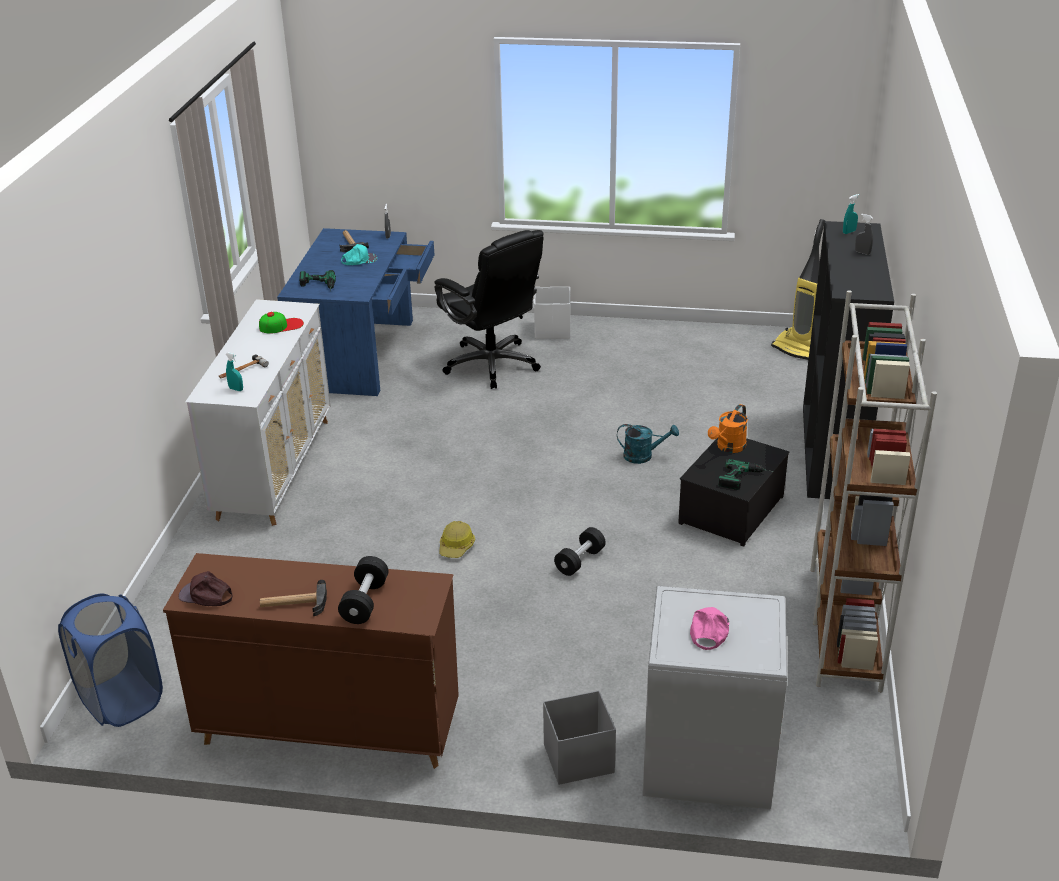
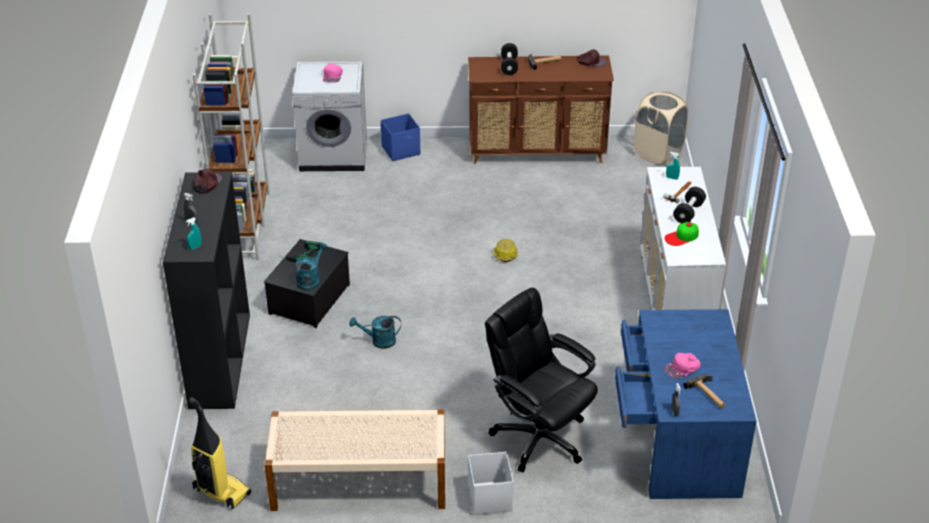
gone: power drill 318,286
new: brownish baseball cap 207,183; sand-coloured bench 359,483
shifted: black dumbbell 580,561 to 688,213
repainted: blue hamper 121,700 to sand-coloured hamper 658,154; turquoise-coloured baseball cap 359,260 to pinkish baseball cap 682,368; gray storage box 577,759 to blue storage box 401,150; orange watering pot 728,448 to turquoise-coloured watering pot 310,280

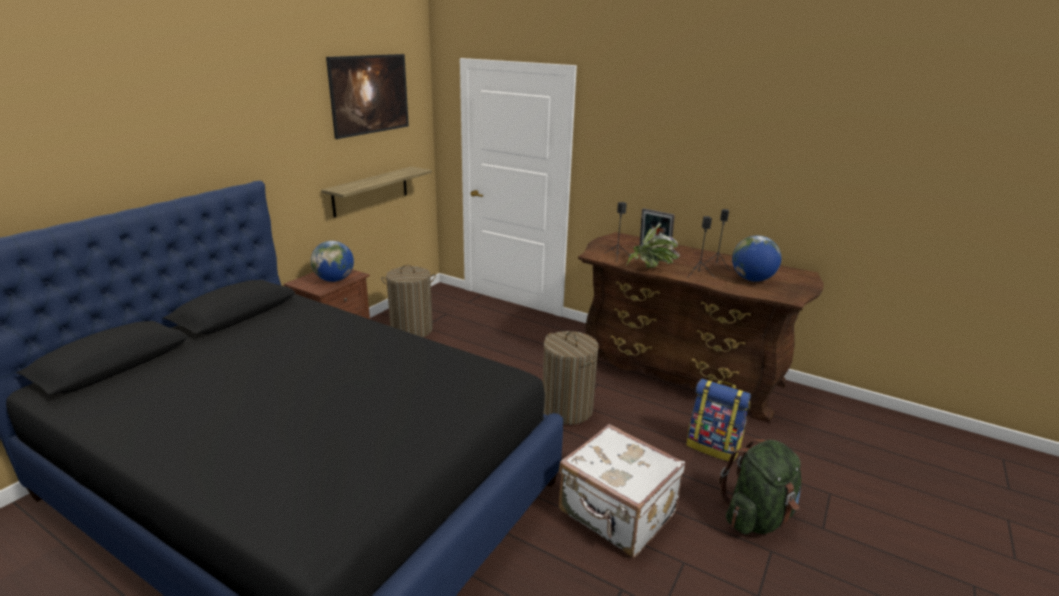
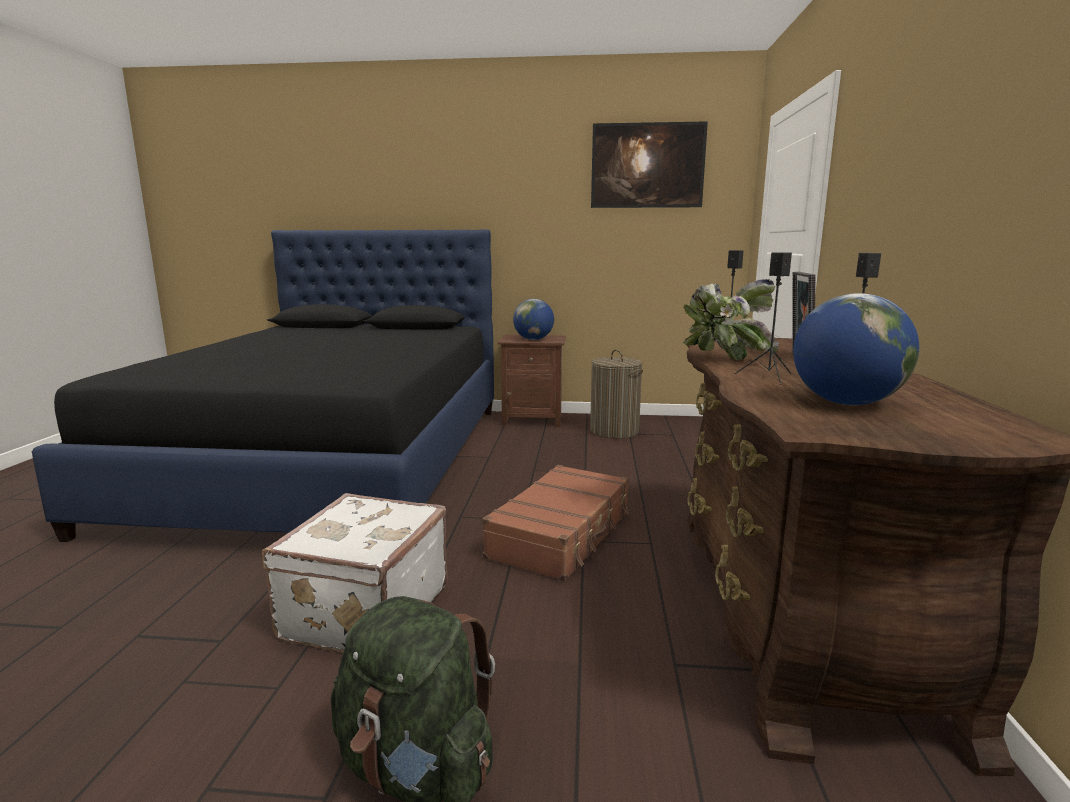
gone: wall shelf 371,191; knapsack 713,446
swapped: hamper 566,409 to brownish suitcase 562,535

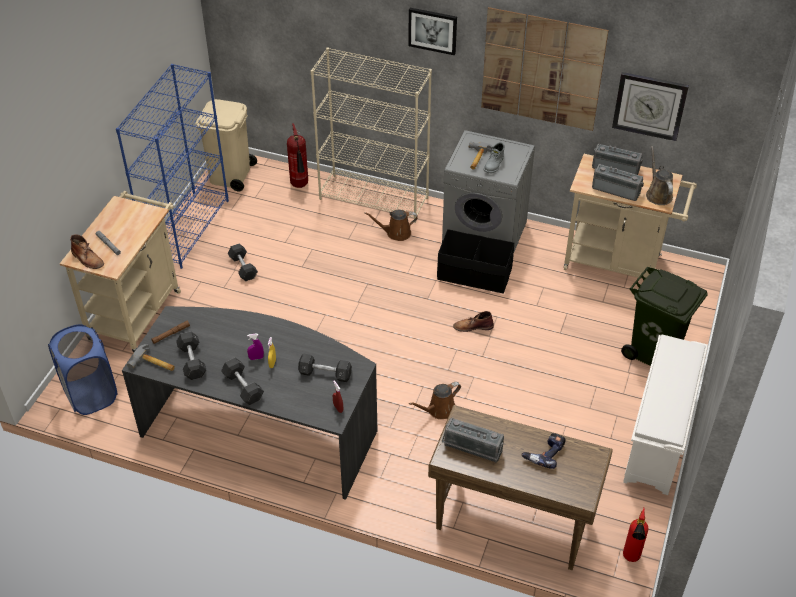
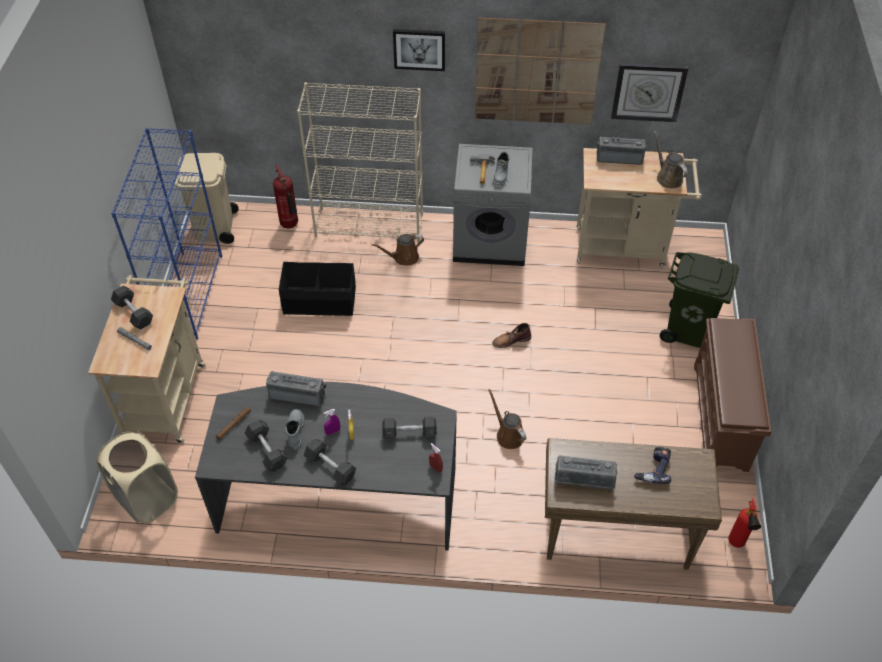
gone: brownish tall boot 87,259; tool hammer 153,365
new: gray tall boot 295,431
shifted: gray dumbbell 243,267 to 134,313; black storage box 474,274 to 319,301; radio 616,189 to 298,394
repainted: blue hamper 90,394 to sand-coloured hamper 147,498; white-coloured shoe rack 658,439 to brownish shoe rack 721,417
rotated: brownish watering pot 439,410 = 508,435 105 degrees clockwise

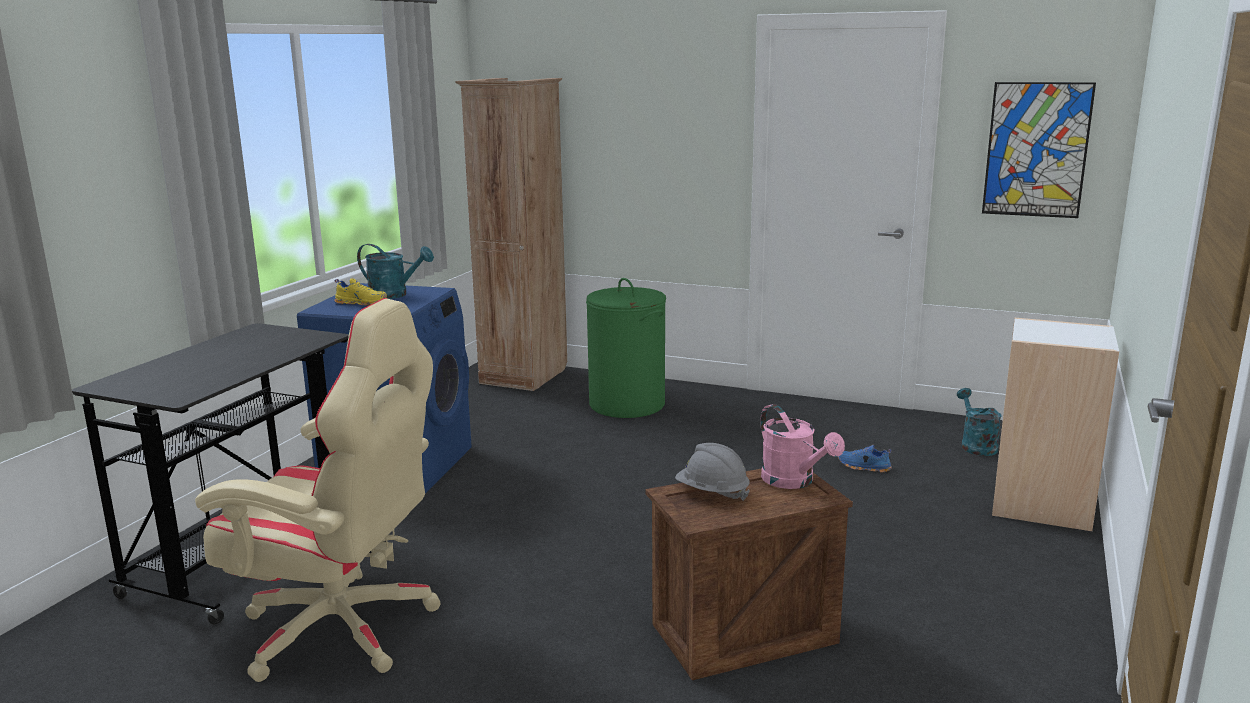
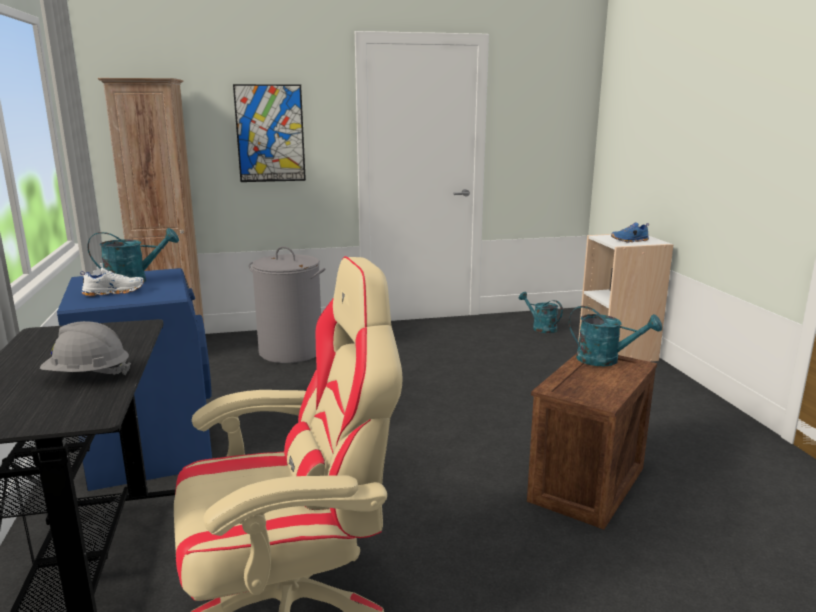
shifted: gray work helmet 712,493 to 88,375; blue item of footwear 863,467 to 630,241; picture 1036,150 to 270,133
repainted: yellowish item of footwear 362,303 to white-coloured item of footwear 114,292; green hamper 627,404 to gray hamper 291,351; pinkish watering pot 794,481 to turquoise-coloured watering pot 605,360

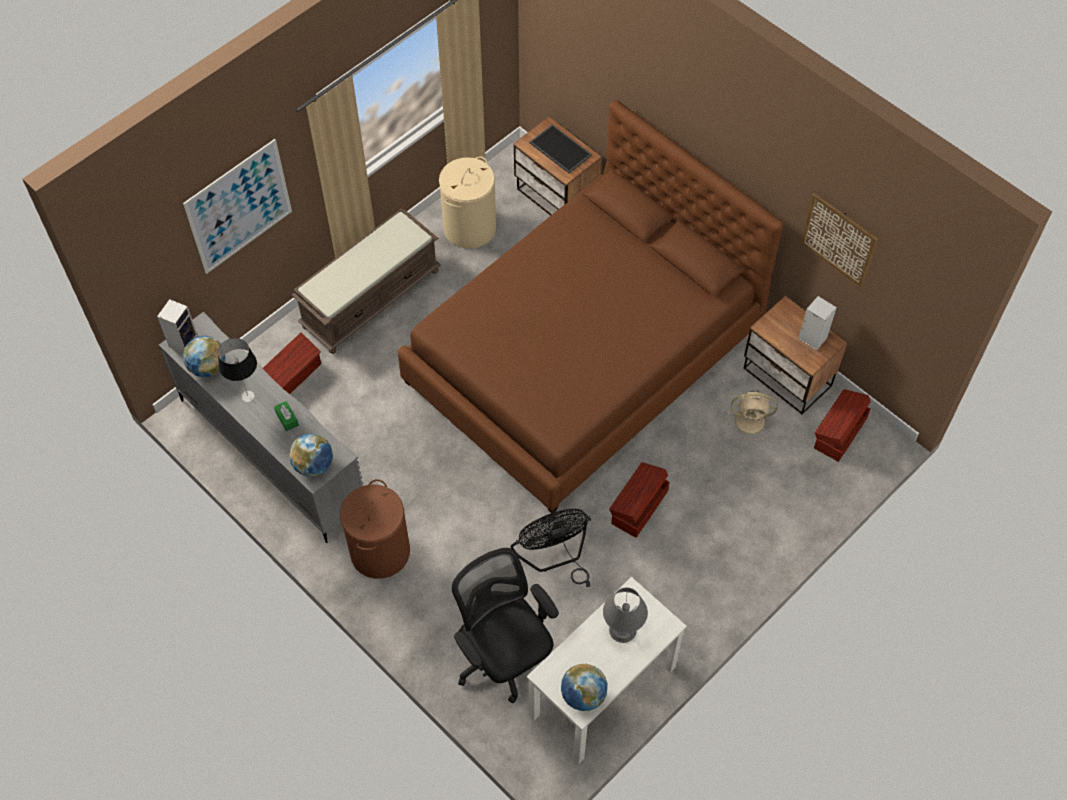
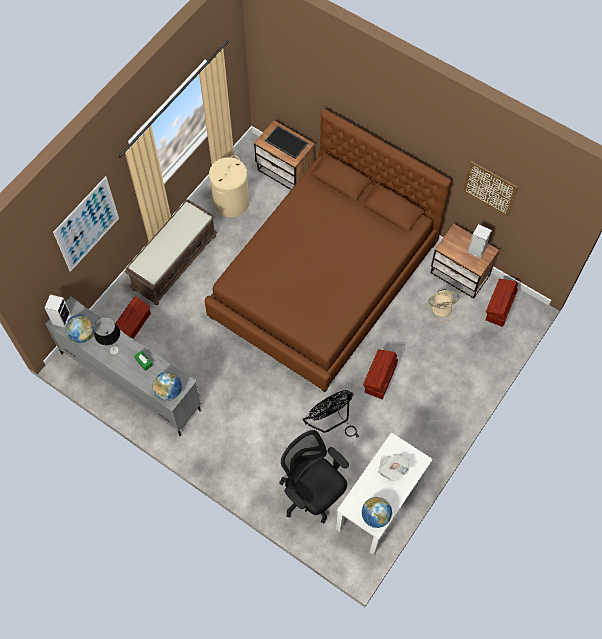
gone: brownish hamper 379,551
swapped: gray lamp for a table 622,629 to daily paper 392,468

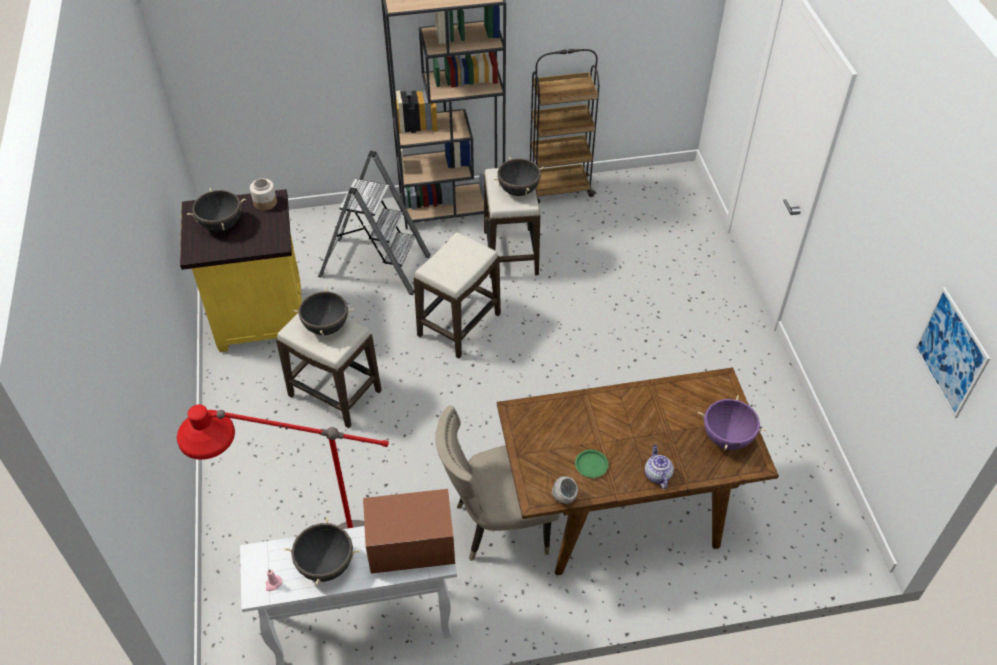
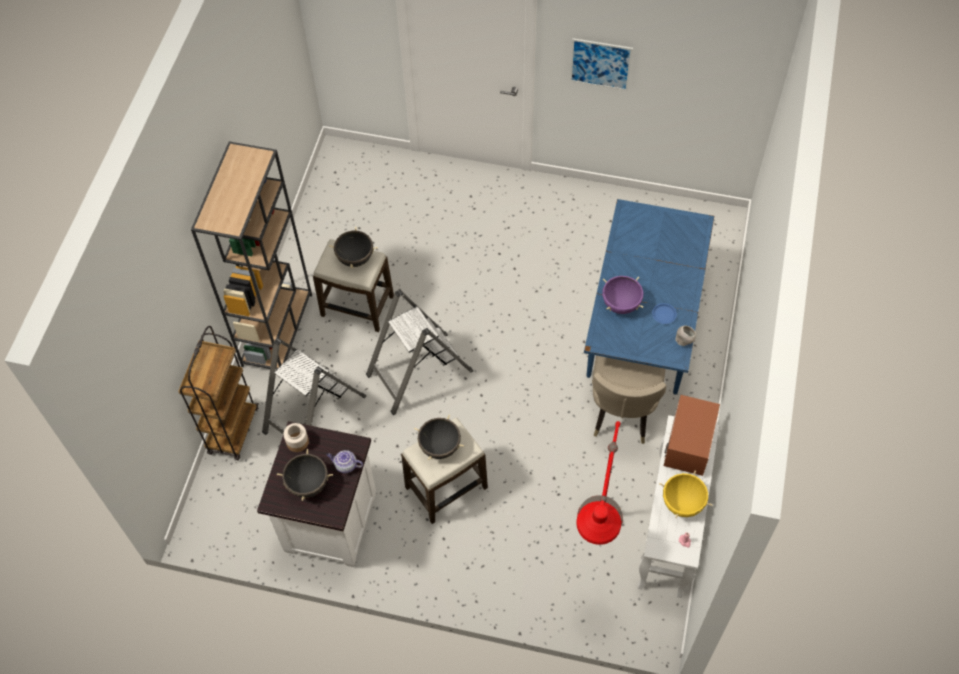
shifted: brownish wheeled cart 559,190 to 233,431; teapot 657,474 to 345,465; purple saucepot 727,438 to 621,304; picture 951,352 to 600,64
swapped: stool seat 459,325 to gray stepladder 418,373
repainted: yellowish cupboard 258,319 to white-coloured cupboard 329,526; black saucepot 326,565 to yellowish saucepot 682,503; brownish kitchen table 621,510 to blue kitchen table 641,333; green plate 591,465 to blue plate 663,314

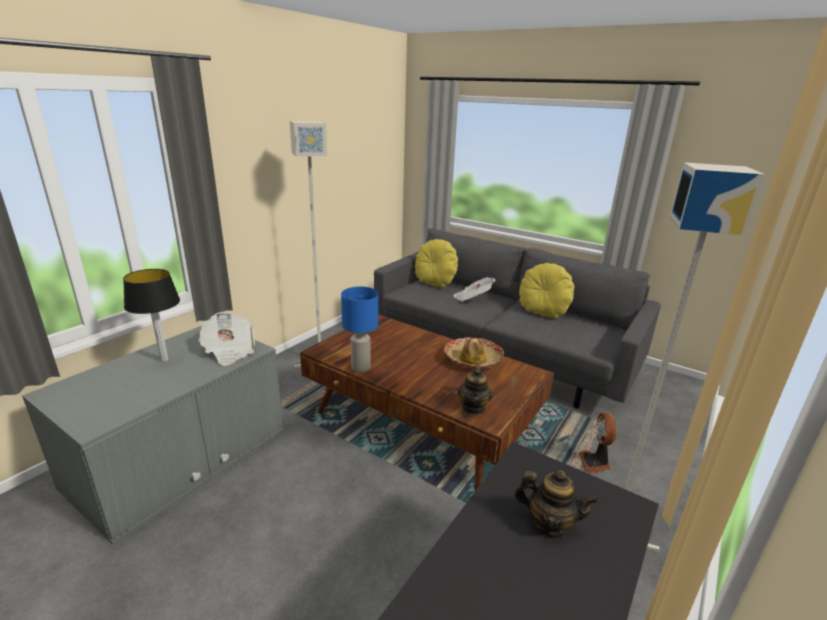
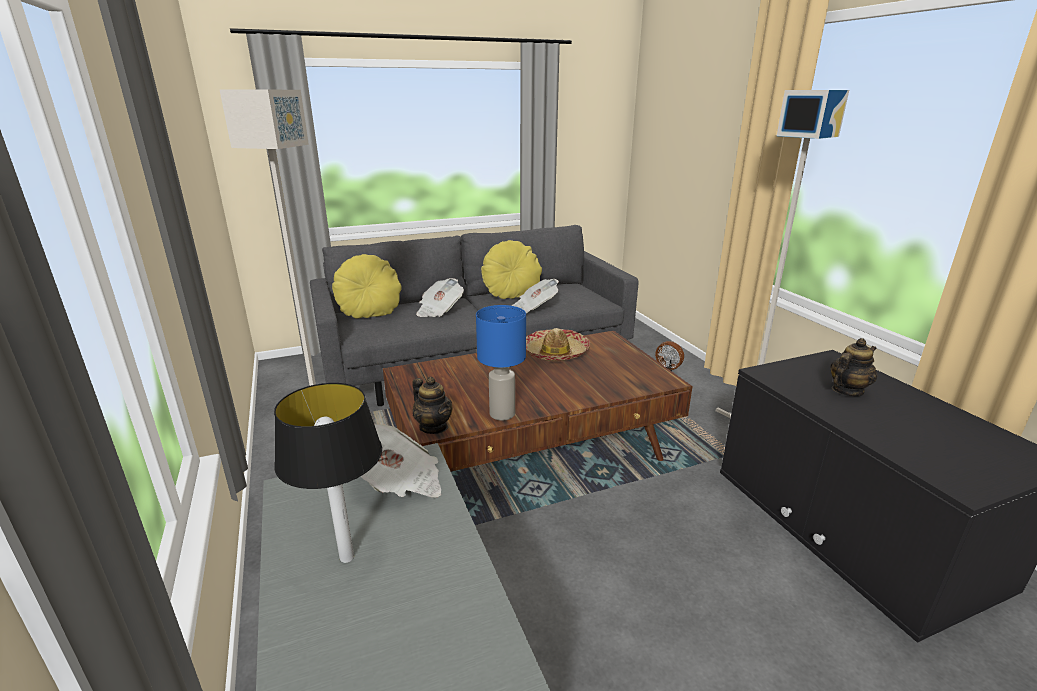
new: daily paper 534,308
shifted: teapot 473,407 to 434,427

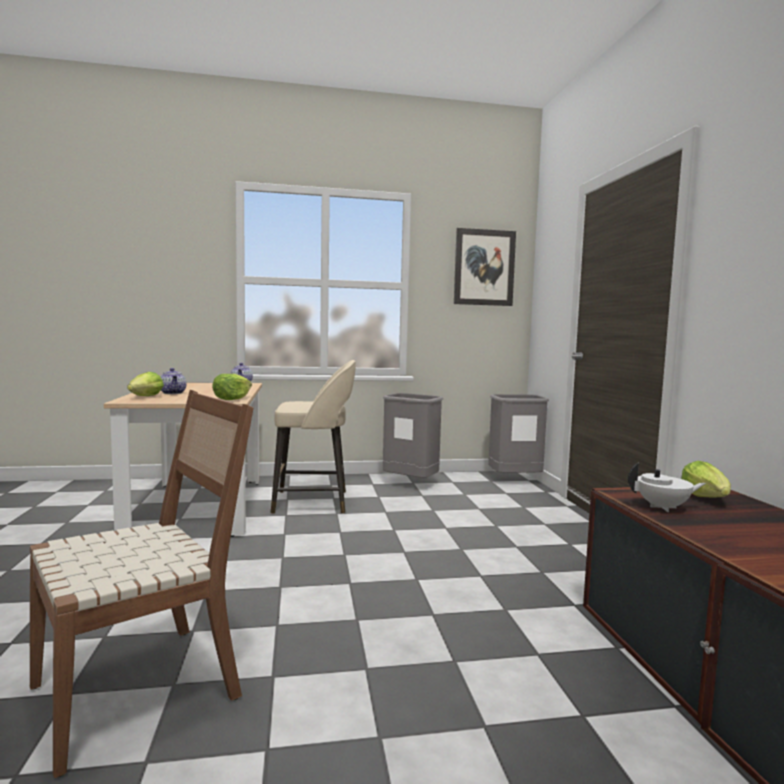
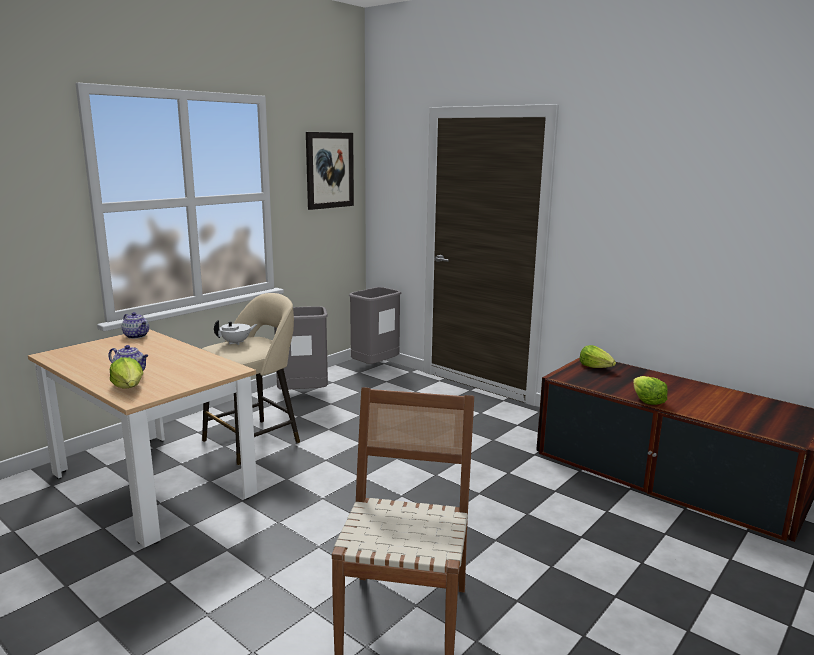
shifted: lettuce 232,399 to 647,401; white-coloured teapot 663,507 to 236,343

